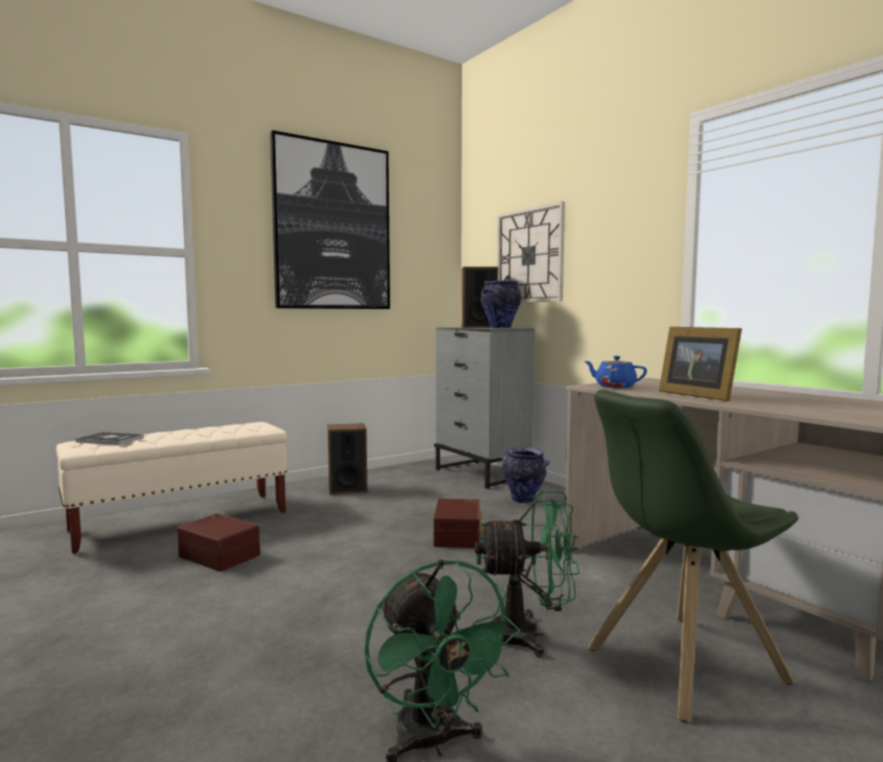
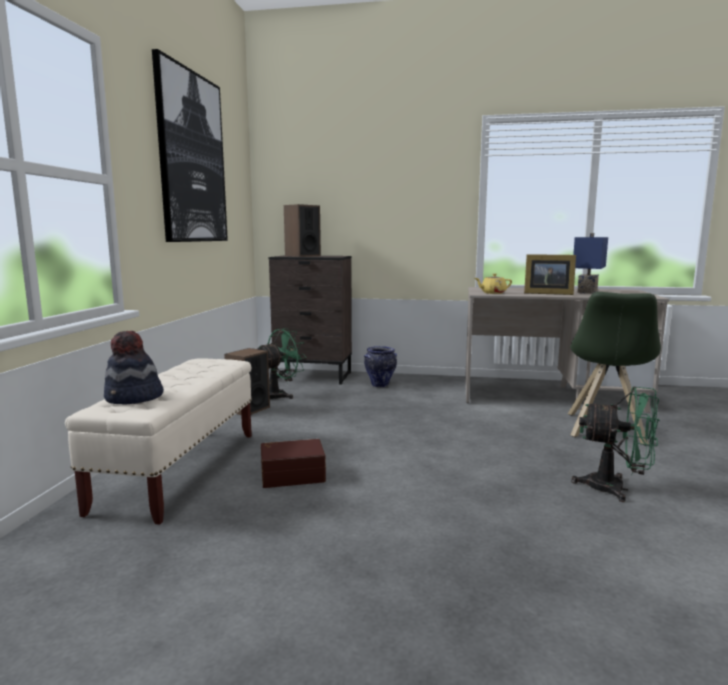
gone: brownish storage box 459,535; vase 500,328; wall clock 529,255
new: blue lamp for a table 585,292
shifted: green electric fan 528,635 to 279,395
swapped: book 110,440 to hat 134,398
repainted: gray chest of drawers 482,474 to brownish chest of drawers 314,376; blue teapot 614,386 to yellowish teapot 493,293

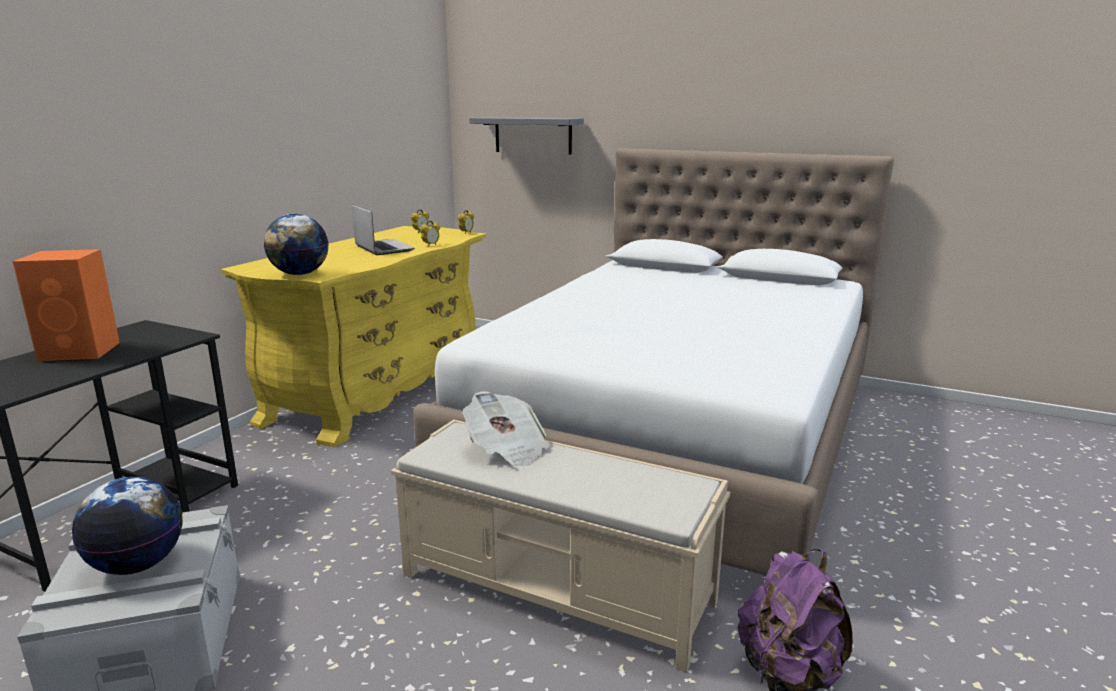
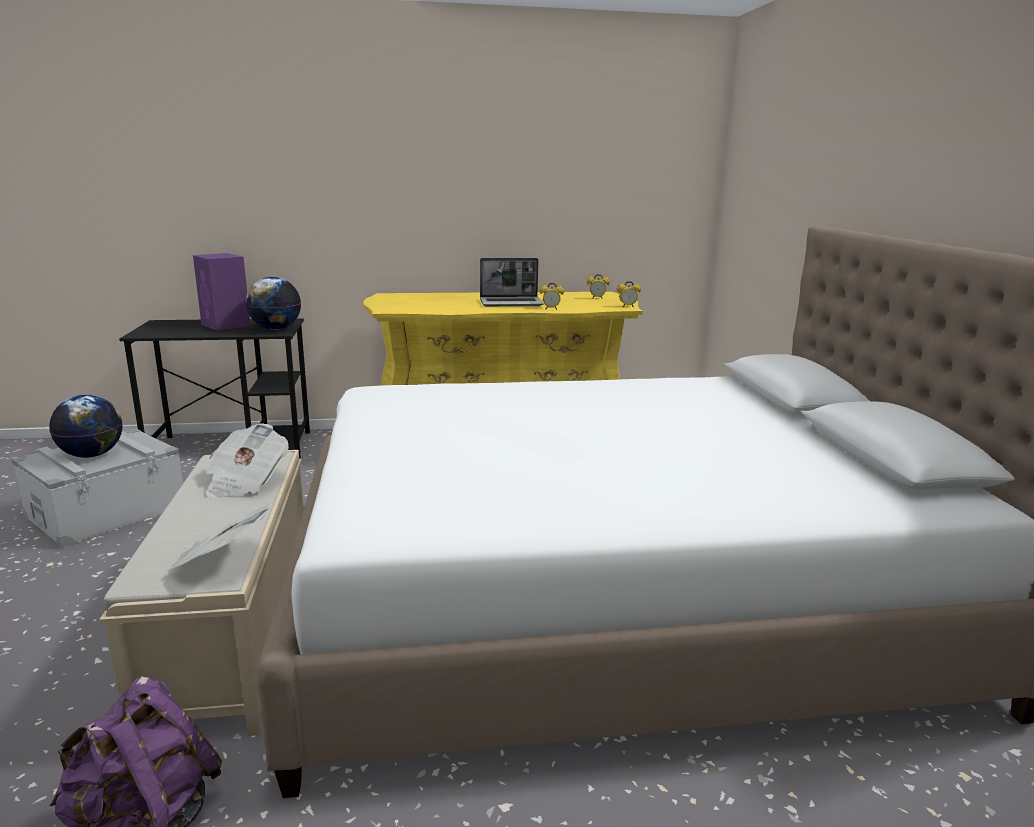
gone: gray wall shelf 533,135
new: daily paper 222,561
shifted: globe 299,274 to 275,329
repainted: orange speaker 81,351 to purple speaker 226,325
rotated: laptop 383,248 = 511,303 60 degrees clockwise

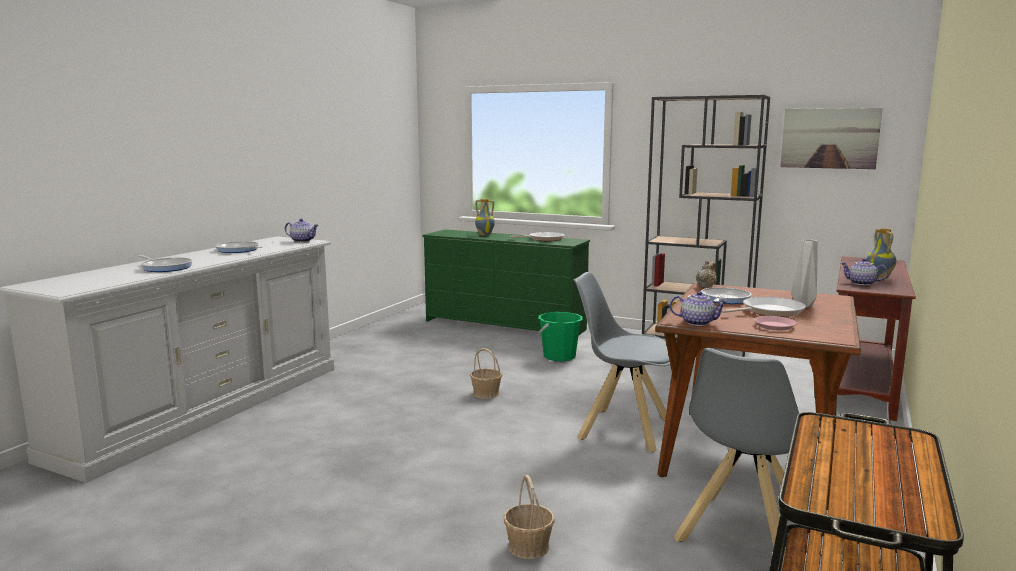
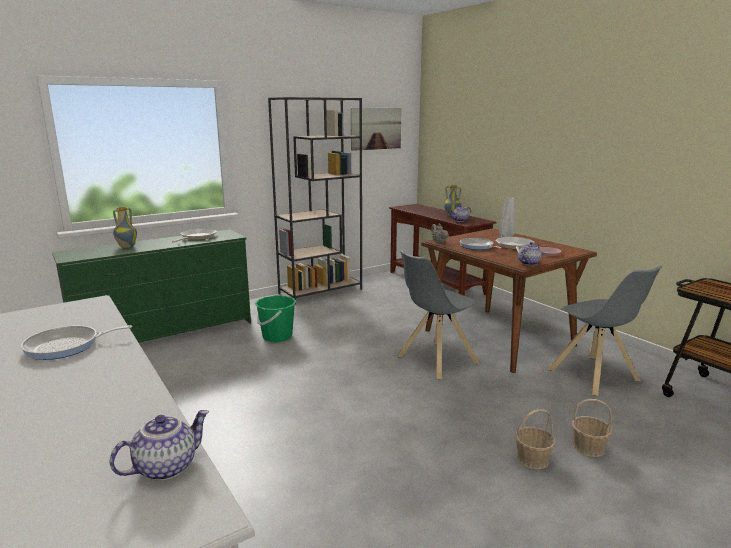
gone: frying pan 165,267
shifted: teapot 303,241 to 166,466; household basket 486,394 to 533,459

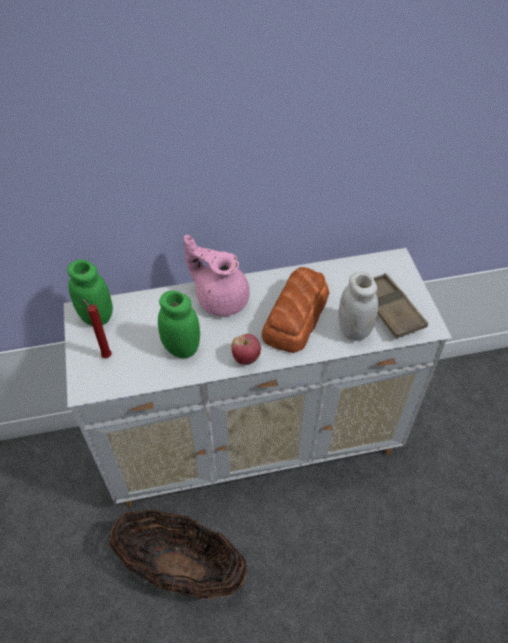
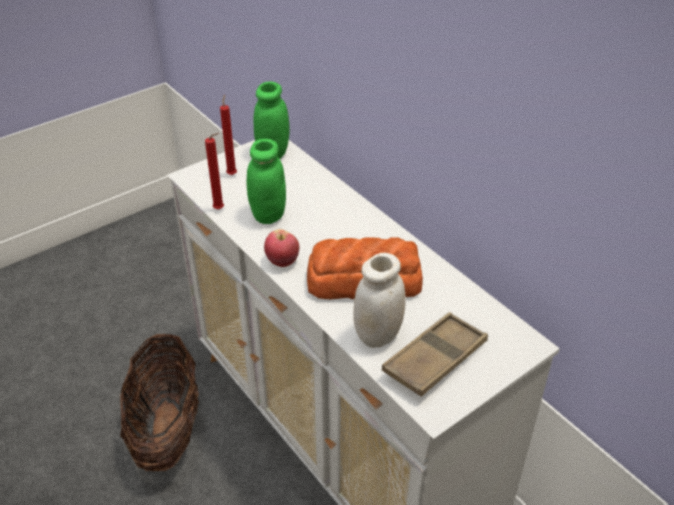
gone: pinkish teapot 220,298
new: red wax light 220,209

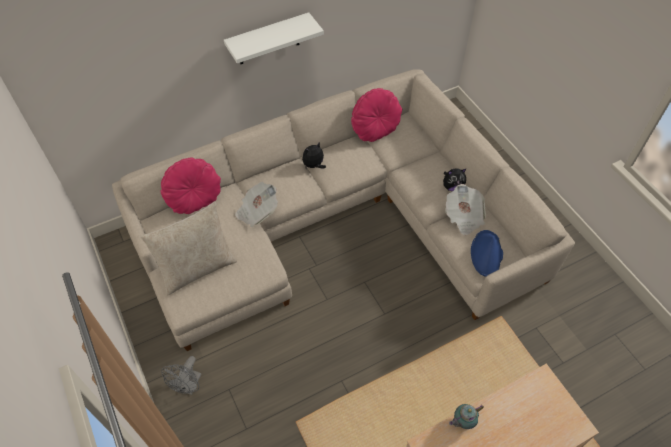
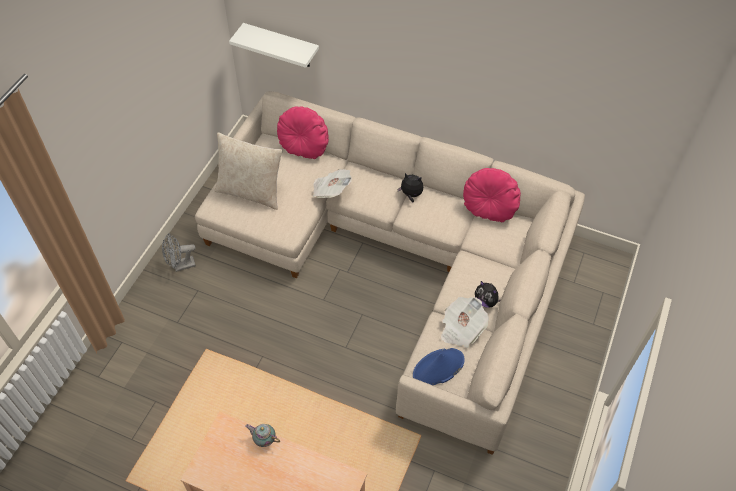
shifted: white-coloured wall shelf 268,40 to 281,46

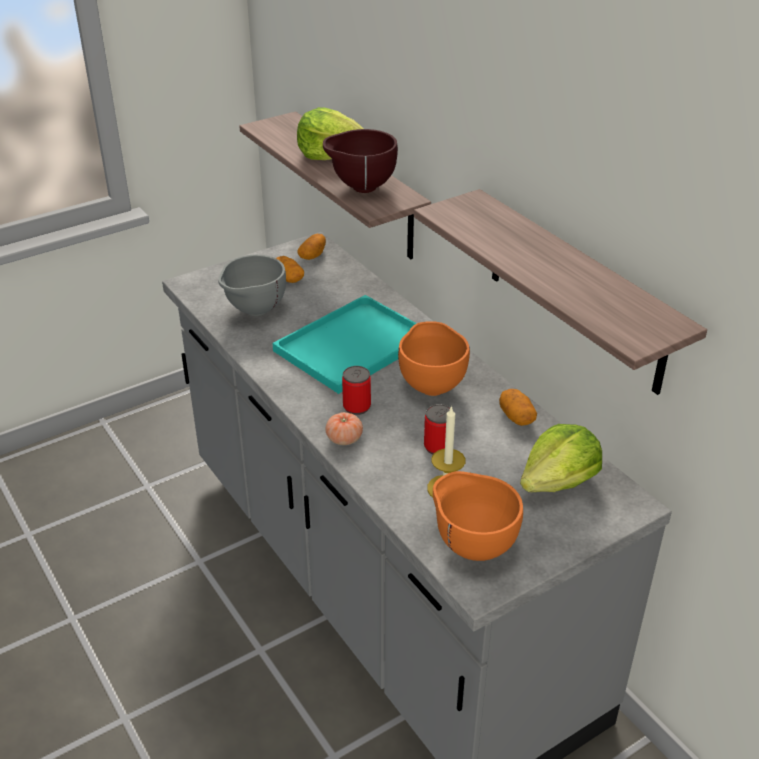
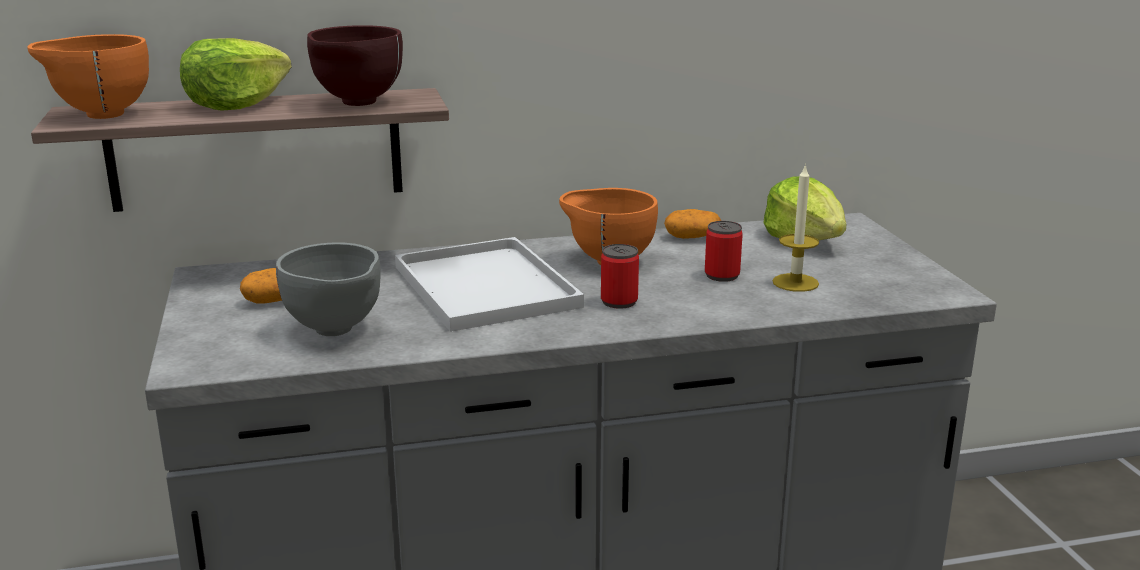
gone: spud 312,255; whole tomato 344,439; wall shelf 575,292
shifted: orange serving bowl 472,546 to 99,115
repainted: turquoise-coloured serving tray 353,343 to white-coloured serving tray 482,285

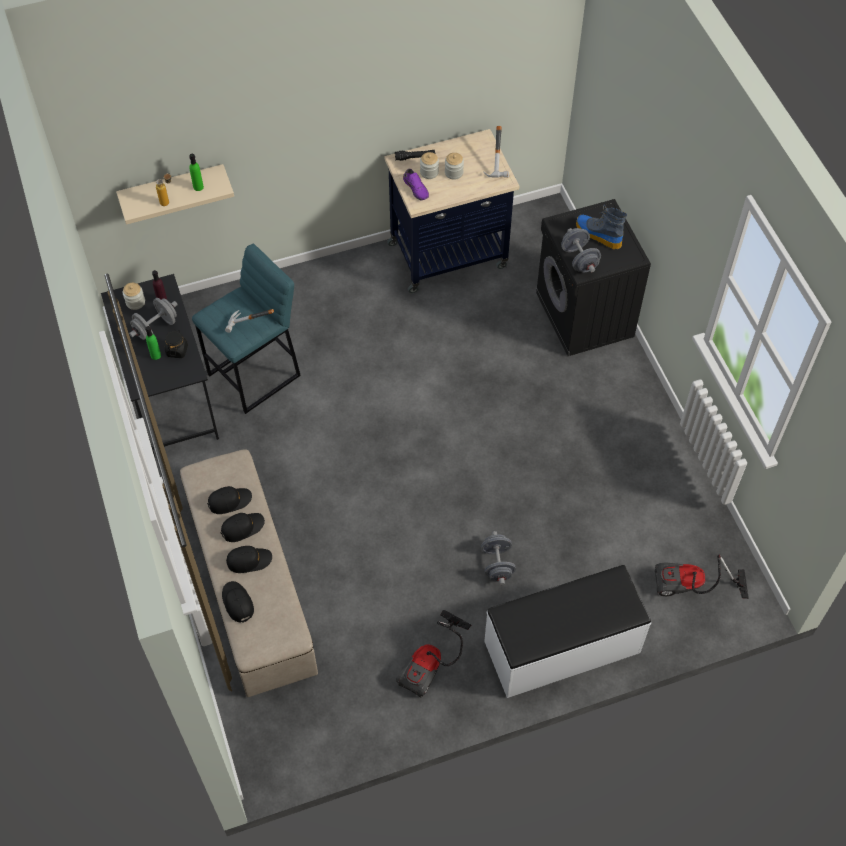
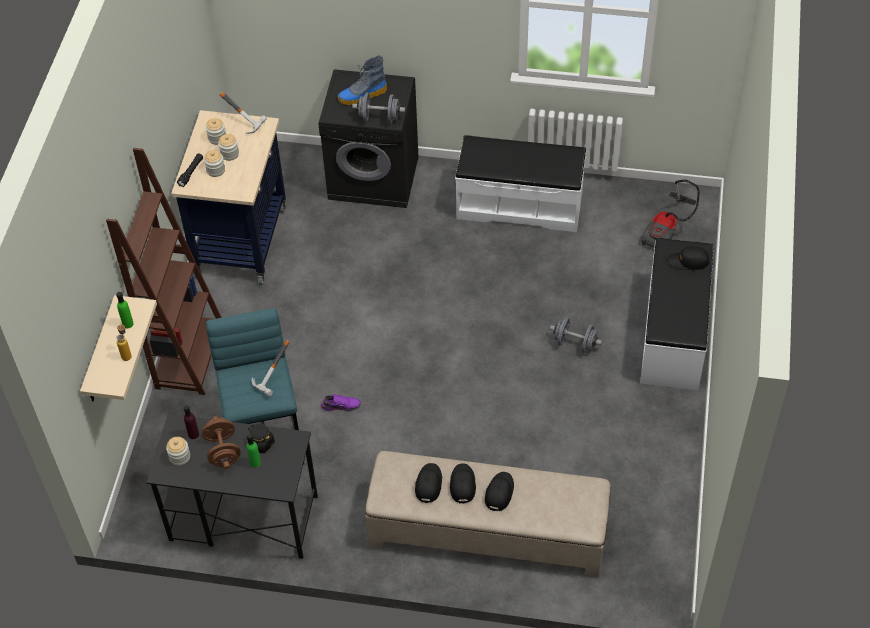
gone: vacuum cleaner 432,664
new: brownish bookcase 190,356; jar 217,138; white-coloured bench 519,205
shifted: black baseball cap 237,603 to 688,261; purple item of footwear 416,188 to 340,405
repainted: gray dumbbell 156,328 to brownish dumbbell 223,451

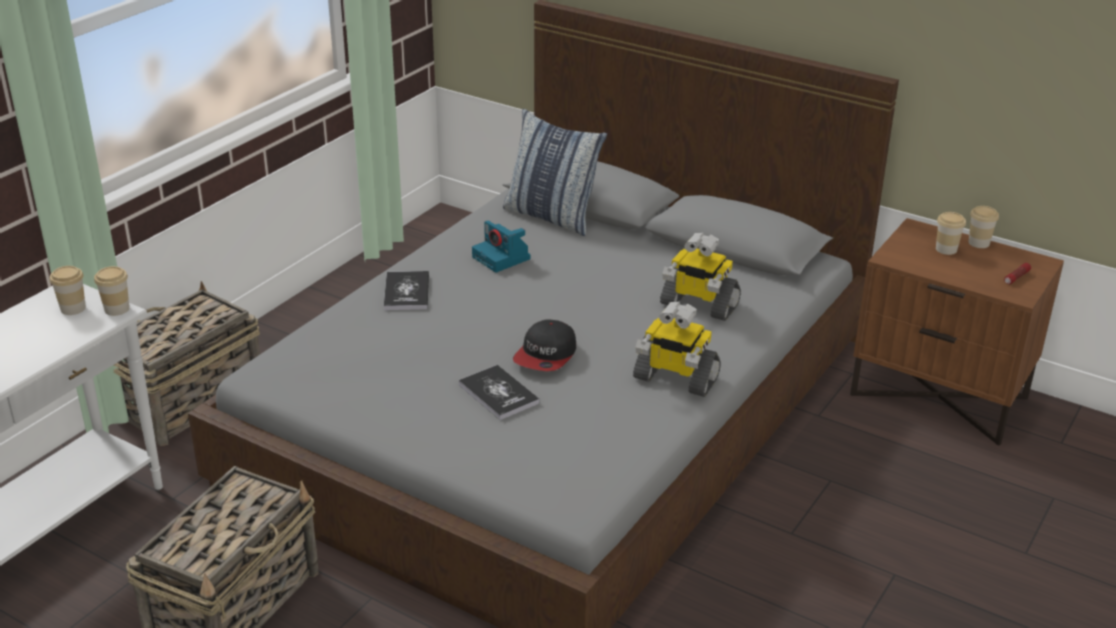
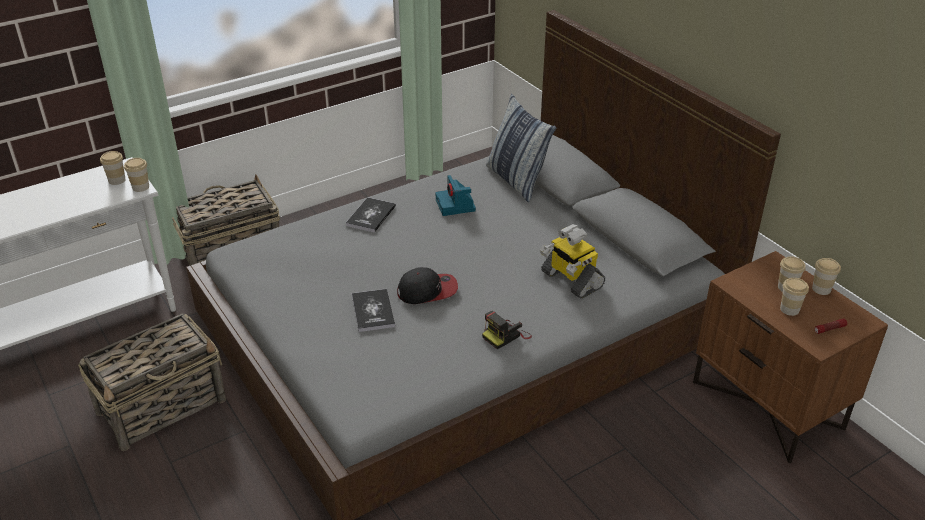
new: drinking cup 789,309
swapped: toy robot 675,378 to photo camera 506,335
rotated: baseball cap 546,355 = 427,290 150 degrees counterclockwise

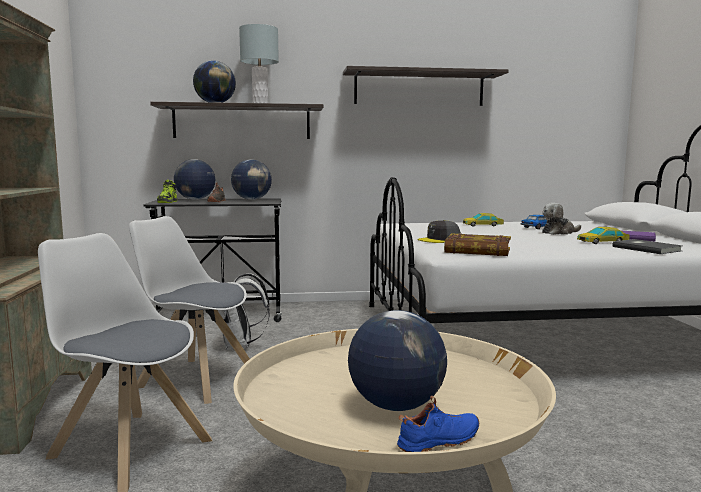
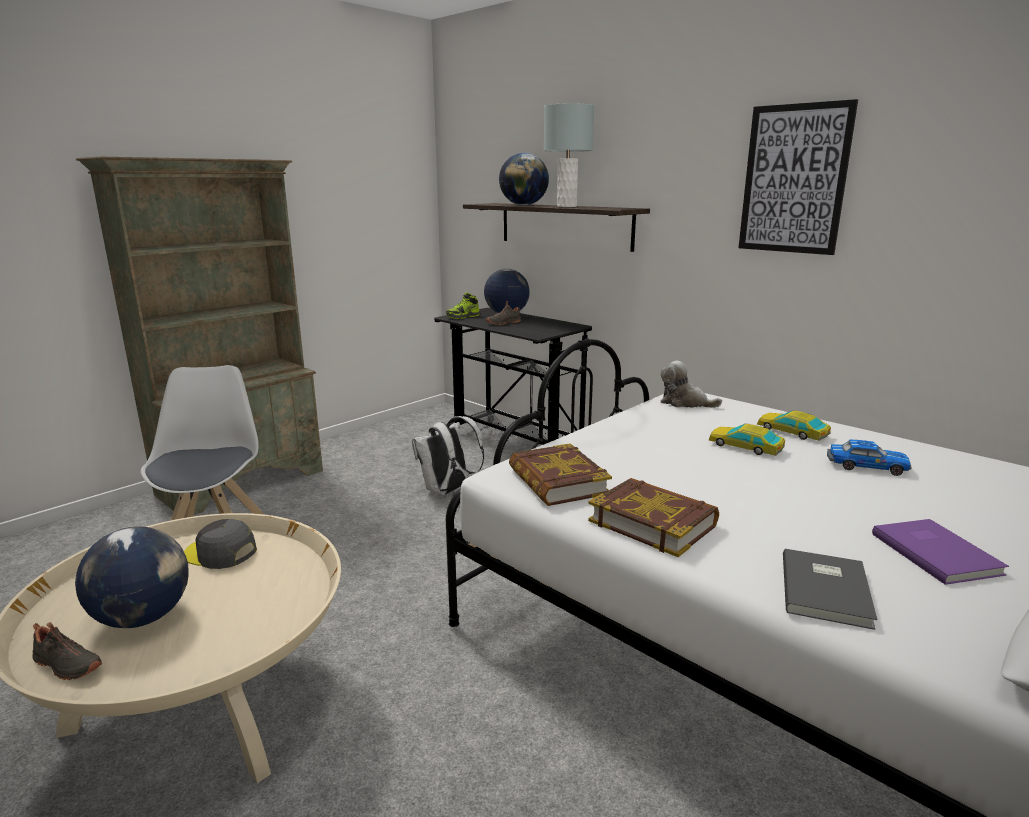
gone: plain chair 195,379; globe 252,199
new: book 653,523
shifted: gray baseball cap 439,240 to 220,552; soft toy 559,233 to 684,402; model car 602,242 to 745,447
swapped: wall shelf 419,89 to picture 794,179
repainted: blue item of footwear 440,442 to black item of footwear 66,666

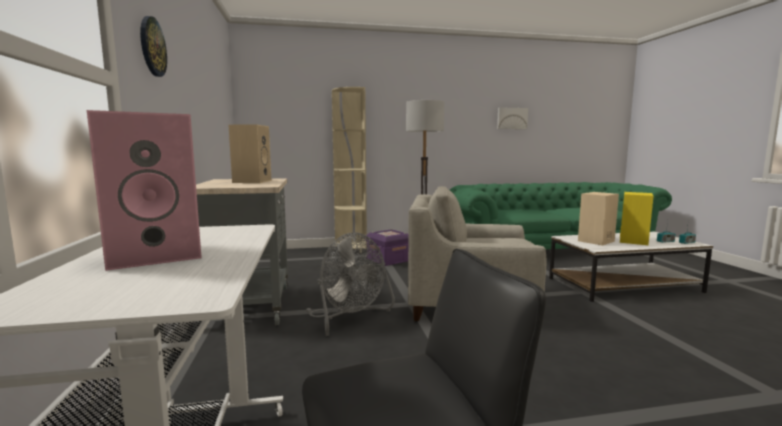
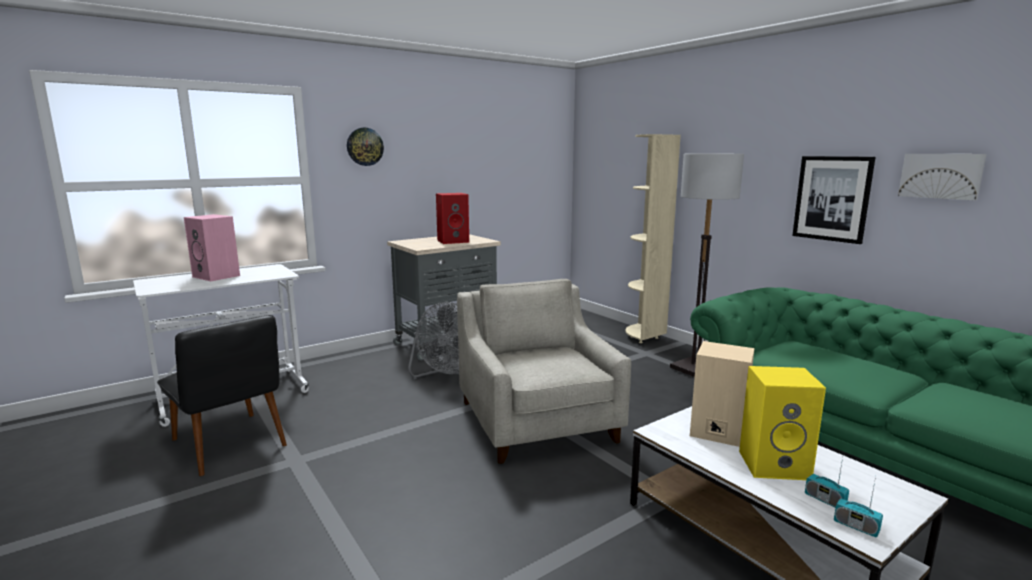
gone: purple storage box 389,259
new: picture 832,198
repainted: sand-coloured speaker 252,181 to red speaker 453,241

